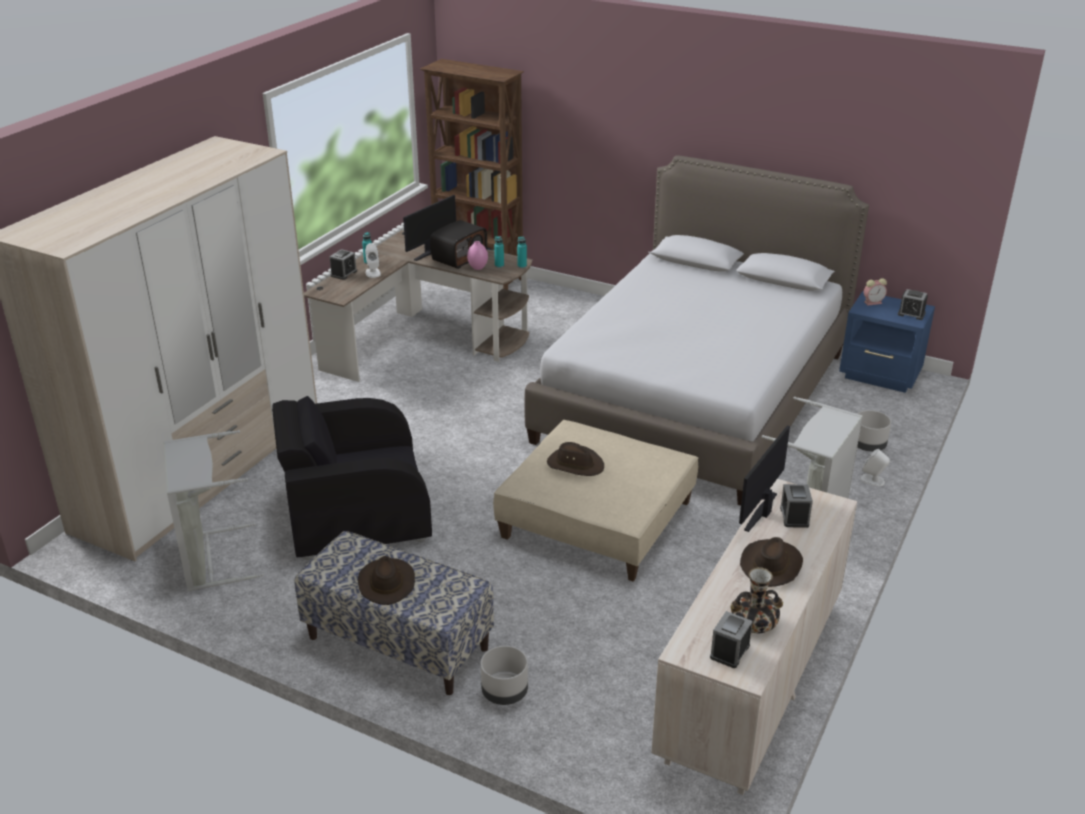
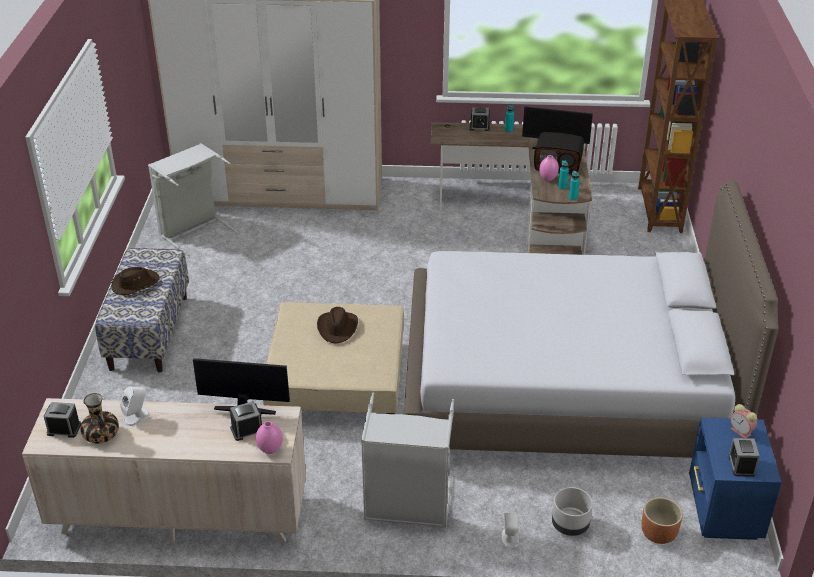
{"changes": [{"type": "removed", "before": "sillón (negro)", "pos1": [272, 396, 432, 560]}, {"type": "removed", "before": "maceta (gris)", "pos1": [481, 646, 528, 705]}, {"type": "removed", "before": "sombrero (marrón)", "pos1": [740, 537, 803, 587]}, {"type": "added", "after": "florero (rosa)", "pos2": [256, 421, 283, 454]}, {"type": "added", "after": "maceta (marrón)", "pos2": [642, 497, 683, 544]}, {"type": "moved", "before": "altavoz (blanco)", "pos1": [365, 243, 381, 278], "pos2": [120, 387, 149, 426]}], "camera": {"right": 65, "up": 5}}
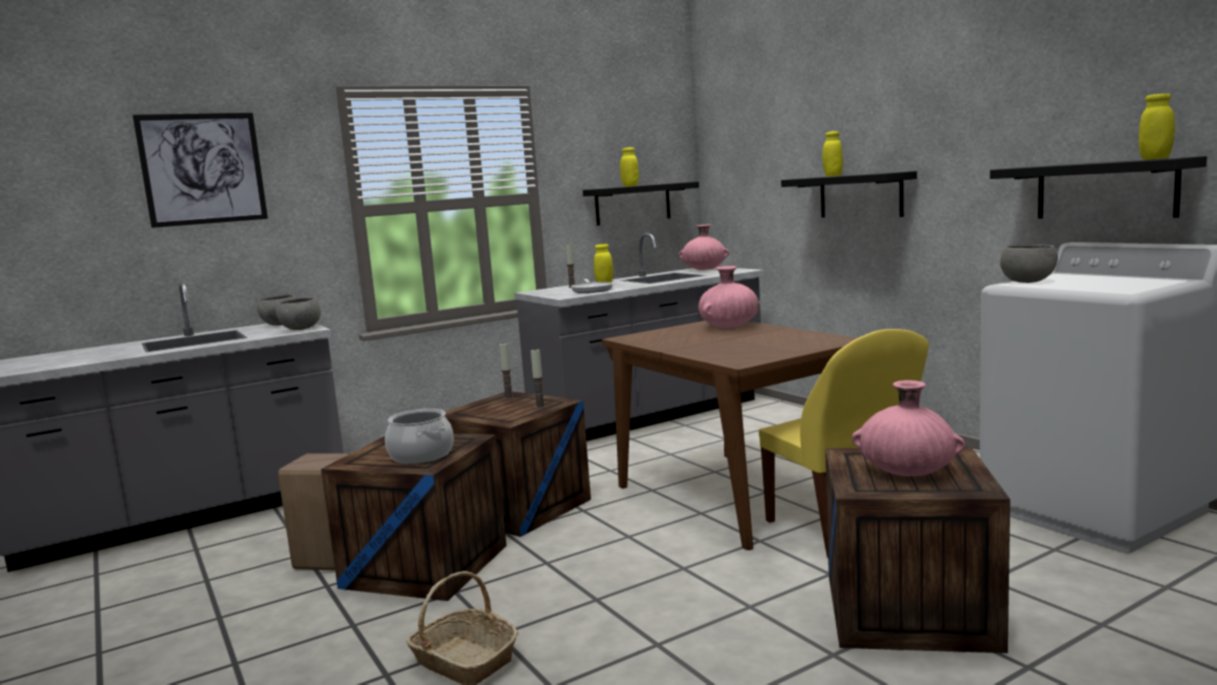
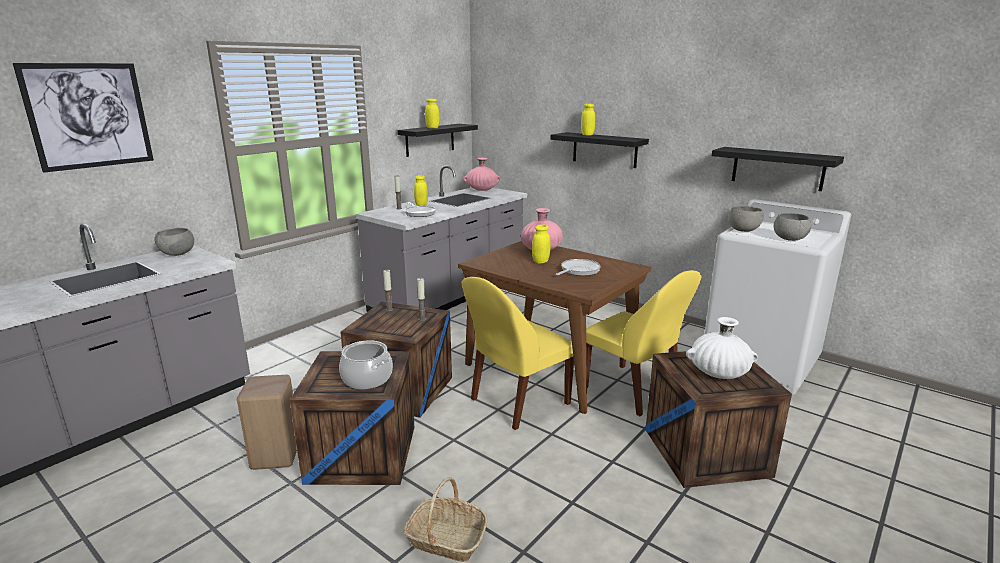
{"changes": [{"type": "added", "after": "silla (amarillo)", "pos2": [461, 277, 574, 430]}, {"type": "added", "after": "sartén", "pos2": [556, 259, 601, 276]}, {"type": "moved", "before": "cuenco (gris)", "pos1": [275, 298, 321, 330], "pos2": [774, 213, 811, 241]}, {"type": "moved", "before": "tarro (amarillo)", "pos1": [1139, 93, 1175, 160], "pos2": [532, 225, 551, 264]}, {"type": "recoloured", "before": "florero (rosa)", "after": "florero (blanco)", "pos1": [852, 380, 966, 476], "pos2": [686, 317, 758, 379]}], "camera": {"right": -20, "up": 10}}
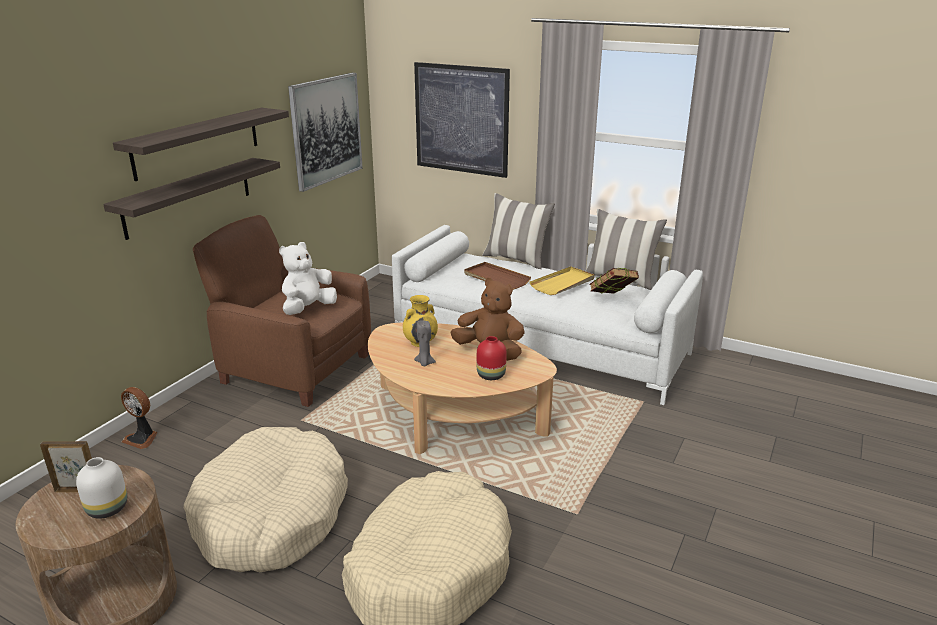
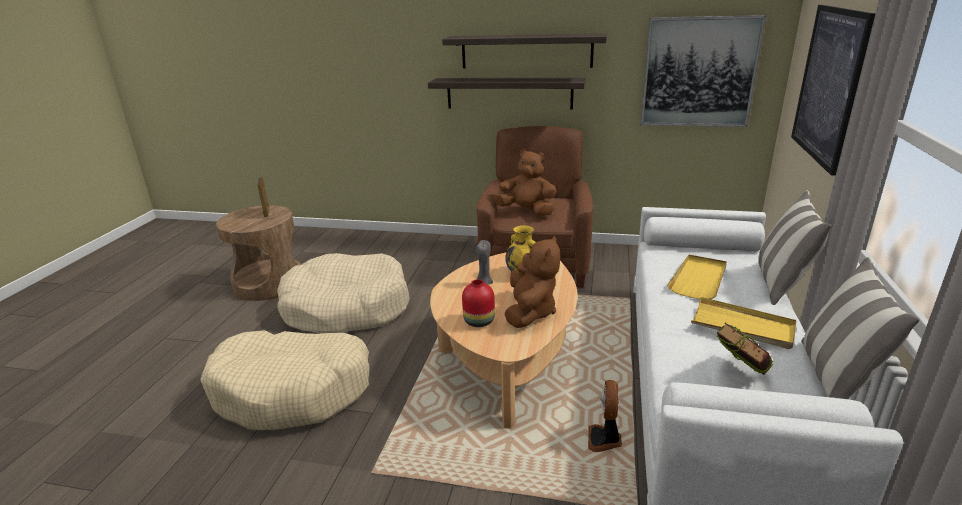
{"changes": [{"type": "removed", "before": "florero (blanco)", "pos1": [76, 457, 127, 519]}, {"type": "moved", "before": "ventilador", "pos1": [121, 387, 157, 449], "pos2": [588, 380, 622, 452]}, {"type": "recoloured", "before": "peluche (blanco)", "after": "peluche (marrón)", "pos1": [279, 242, 337, 315], "pos2": [493, 149, 557, 216]}, {"type": "recoloured", "before": "bandeja (marrón)", "after": "bandeja (amarillo)", "pos1": [464, 262, 531, 290], "pos2": [667, 255, 727, 299]}], "camera": {"right": 75, "up": 0}}
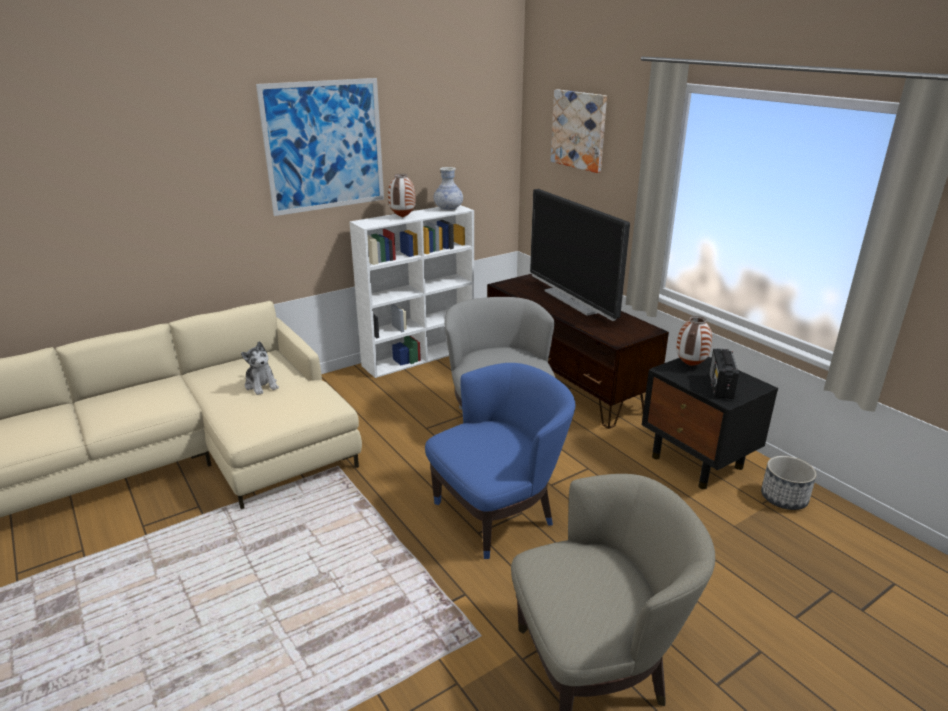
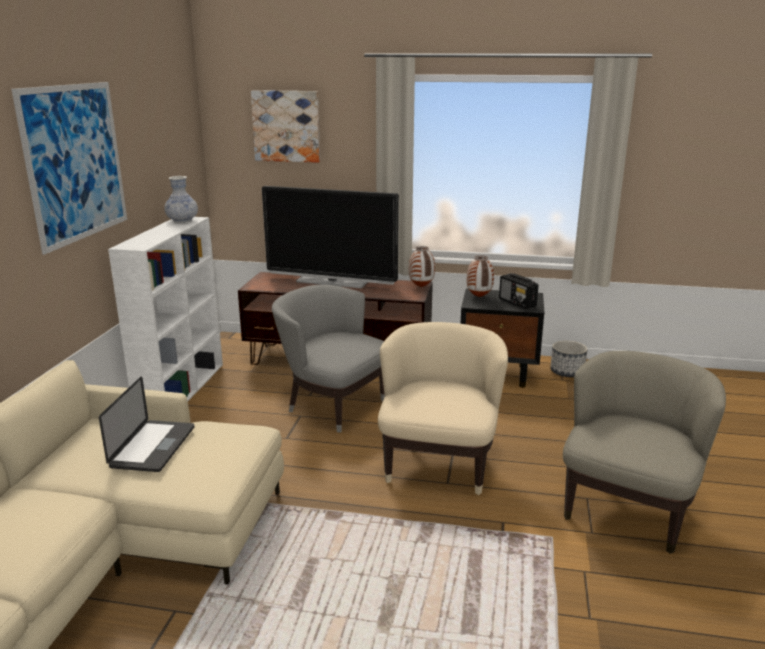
{"changes": [{"type": "moved", "before": "florero", "pos1": [388, 174, 416, 217], "pos2": [409, 246, 435, 287]}, {"type": "replaced", "before": "peluche", "after": "portátil", "pos1": [241, 341, 279, 395], "pos2": [99, 376, 194, 472]}, {"type": "recoloured", "before": "sillón (azul)", "after": "sillón (beis)", "pos1": [425, 363, 575, 559], "pos2": [378, 322, 508, 495]}], "camera": {"right": -45, "up": -5}}
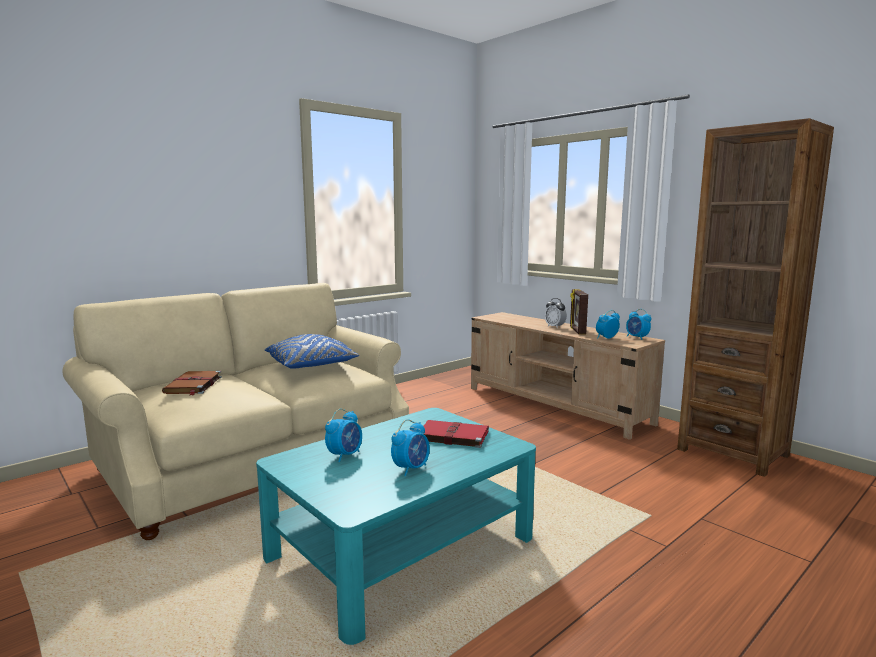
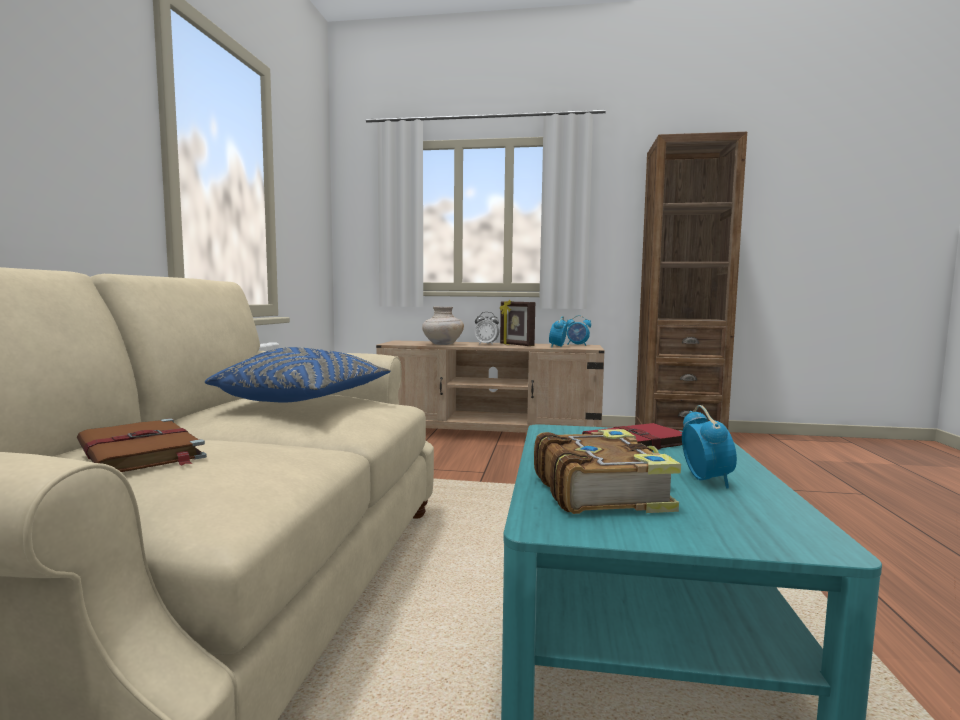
{"changes": [{"type": "added", "after": "florero (beis)", "pos2": [422, 307, 464, 345]}, {"type": "replaced", "before": "despertador", "after": "libro", "pos1": [325, 409, 362, 462], "pos2": [534, 429, 681, 514]}], "camera": {"right": -40, "up": -5}}
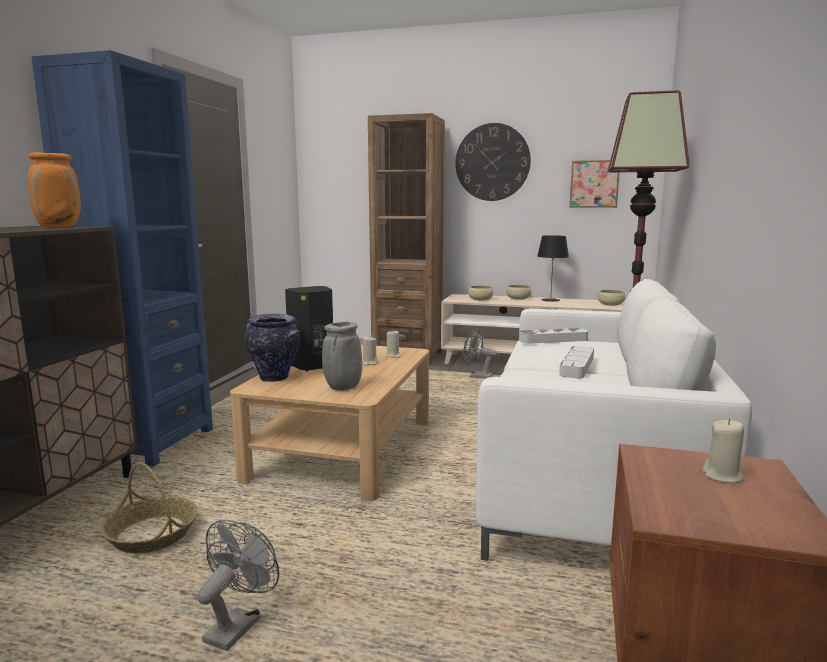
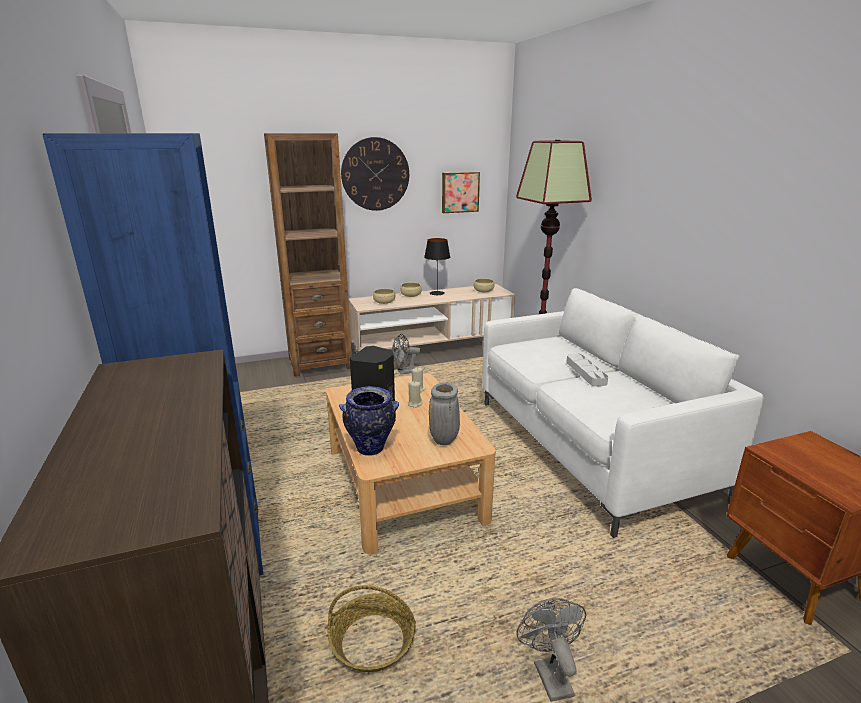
{"changes": [{"type": "removed", "before": "florero (naranja)", "pos1": [28, 152, 81, 227]}, {"type": "removed", "before": "bandeja (gris)", "pos1": [519, 328, 588, 344]}, {"type": "removed", "before": "vela (beis)", "pos1": [703, 419, 744, 483]}], "camera": {"right": -35, "up": 10}}
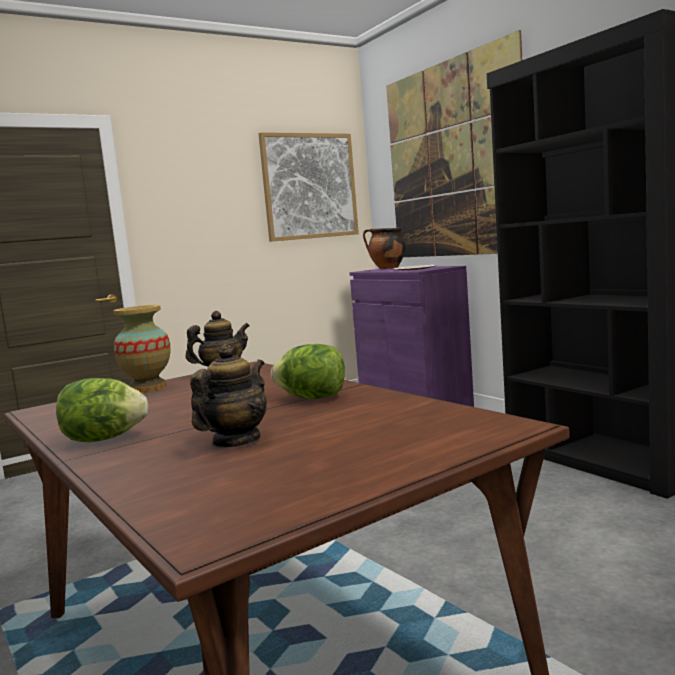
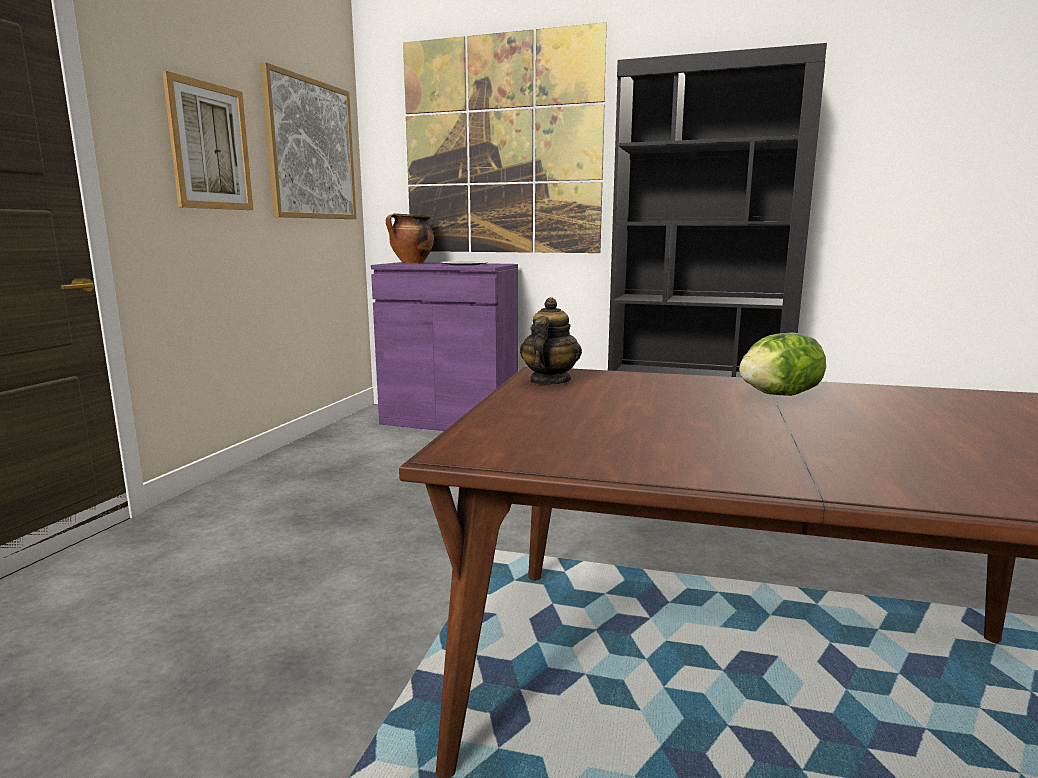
{"changes": [{"type": "removed", "before": "lechuga", "pos1": [56, 378, 148, 442]}, {"type": "removed", "before": "florero", "pos1": [113, 305, 171, 393]}, {"type": "removed", "before": "tetera", "pos1": [190, 344, 267, 448]}, {"type": "added", "after": "cuadro", "pos2": [162, 71, 253, 210]}], "camera": {"right": -40, "up": 5}}
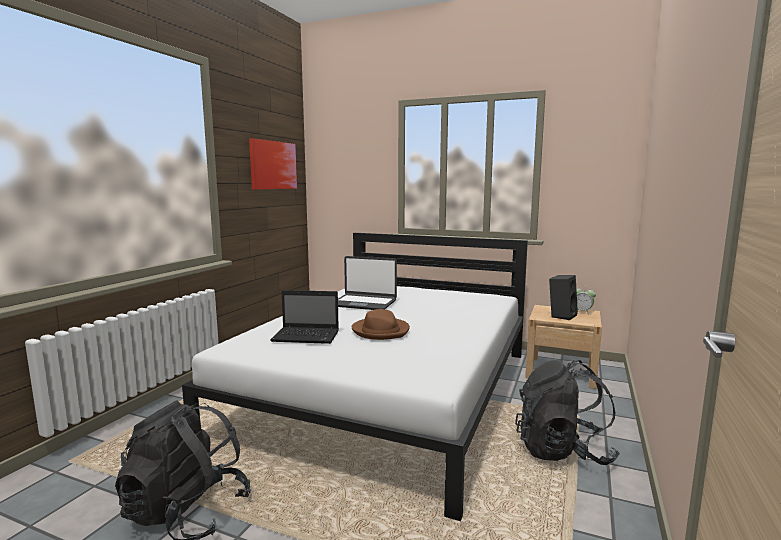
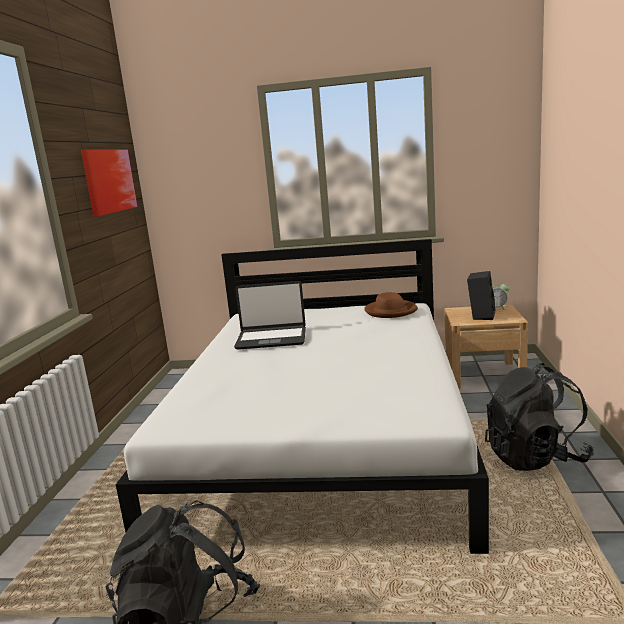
{"changes": [{"type": "removed", "before": "portátil", "pos1": [270, 290, 339, 344]}, {"type": "moved", "before": "sombrero (marrón)", "pos1": [352, 309, 410, 340], "pos2": [364, 292, 418, 318]}], "camera": {"right": -15, "up": 5}}
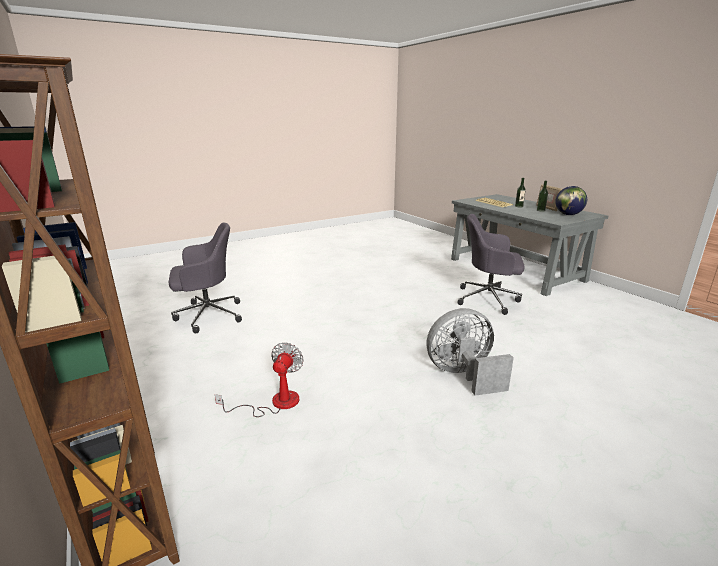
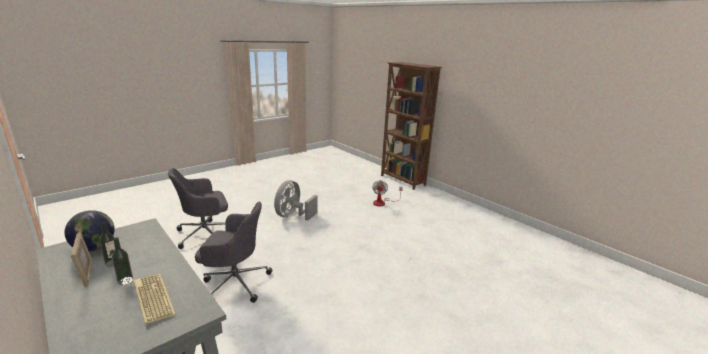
{"changes": [{"type": "moved", "before": "silla de oficina (gris)", "pos1": [168, 223, 242, 333], "pos2": [168, 168, 228, 249]}, {"type": "turned", "before": "ventilador (gris)", "pos1": [426, 308, 514, 396], "pos2": [274, 180, 318, 220], "turn": 135}], "camera": {"right": 170, "up": 0}}
